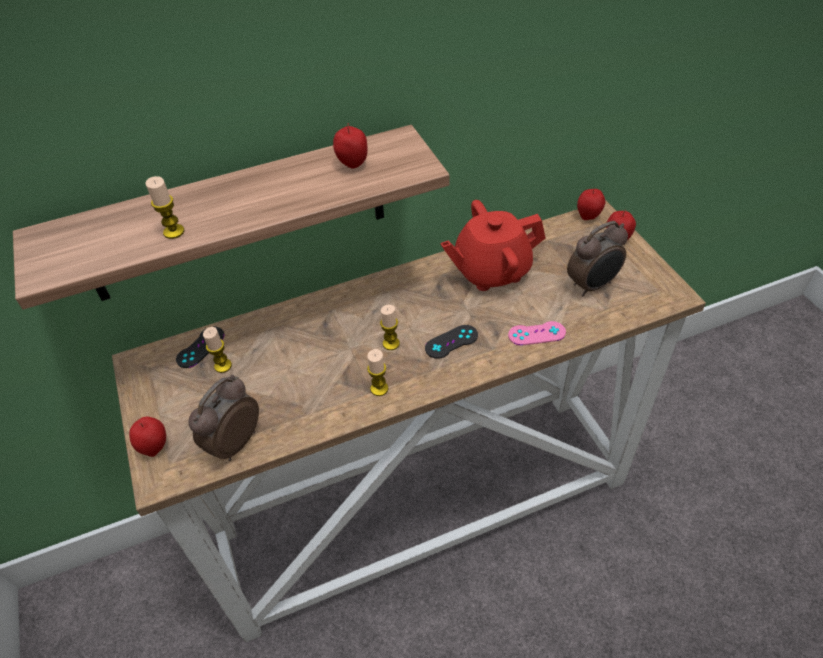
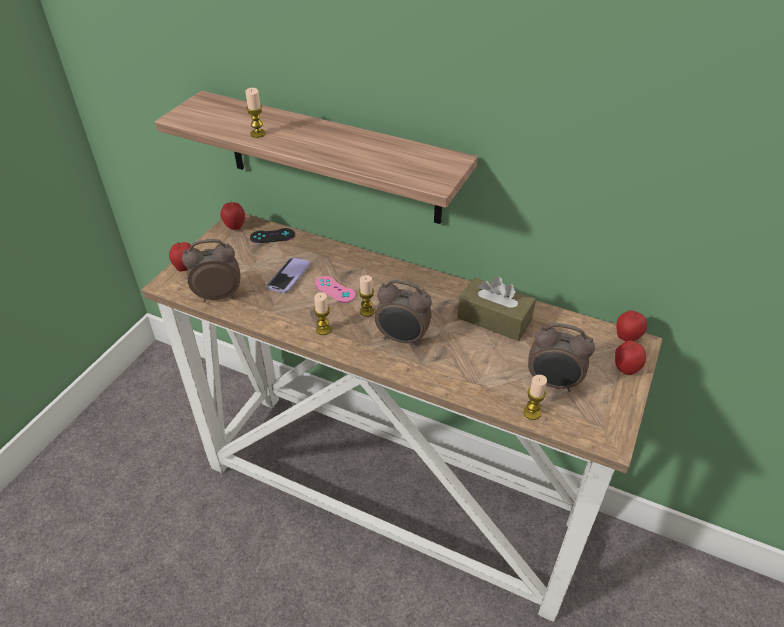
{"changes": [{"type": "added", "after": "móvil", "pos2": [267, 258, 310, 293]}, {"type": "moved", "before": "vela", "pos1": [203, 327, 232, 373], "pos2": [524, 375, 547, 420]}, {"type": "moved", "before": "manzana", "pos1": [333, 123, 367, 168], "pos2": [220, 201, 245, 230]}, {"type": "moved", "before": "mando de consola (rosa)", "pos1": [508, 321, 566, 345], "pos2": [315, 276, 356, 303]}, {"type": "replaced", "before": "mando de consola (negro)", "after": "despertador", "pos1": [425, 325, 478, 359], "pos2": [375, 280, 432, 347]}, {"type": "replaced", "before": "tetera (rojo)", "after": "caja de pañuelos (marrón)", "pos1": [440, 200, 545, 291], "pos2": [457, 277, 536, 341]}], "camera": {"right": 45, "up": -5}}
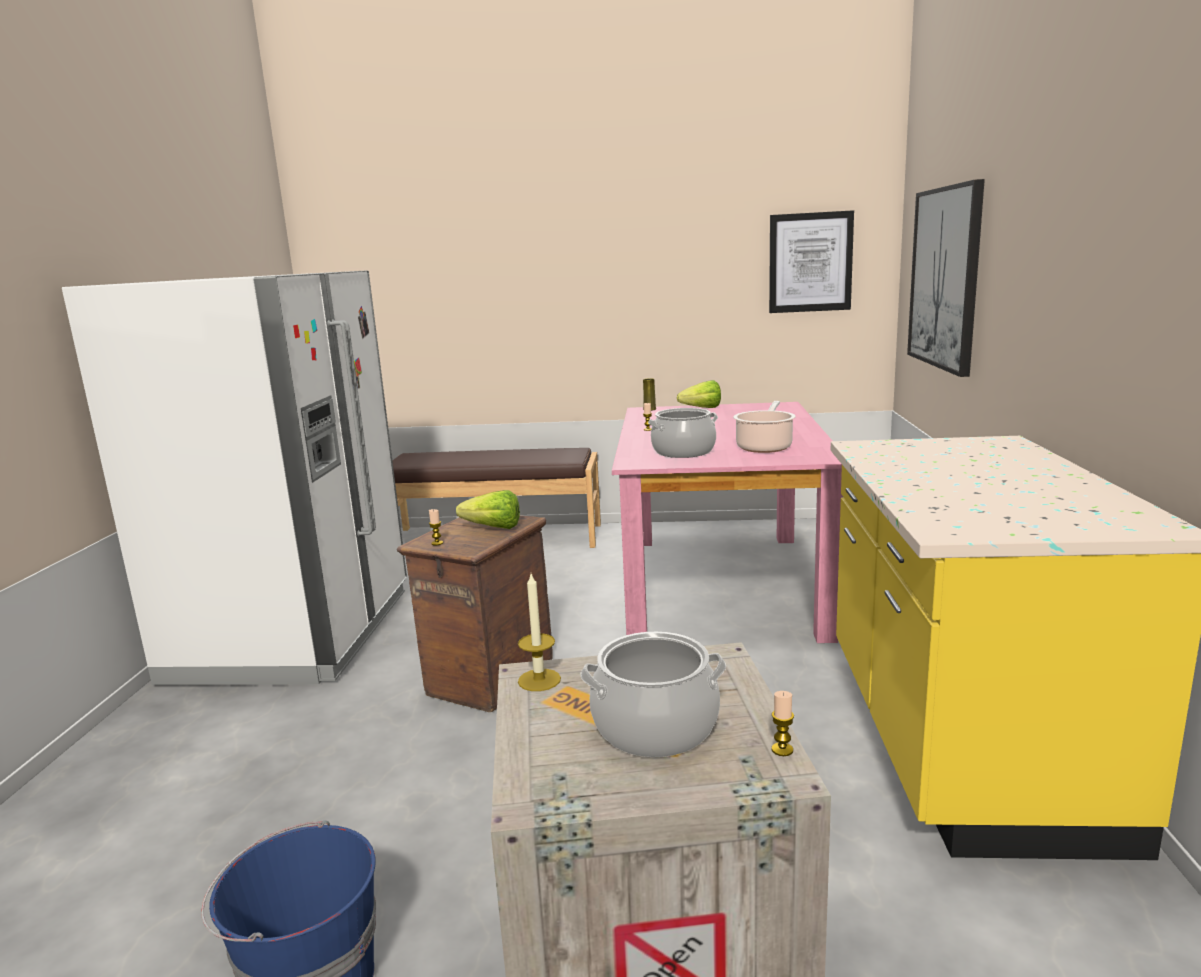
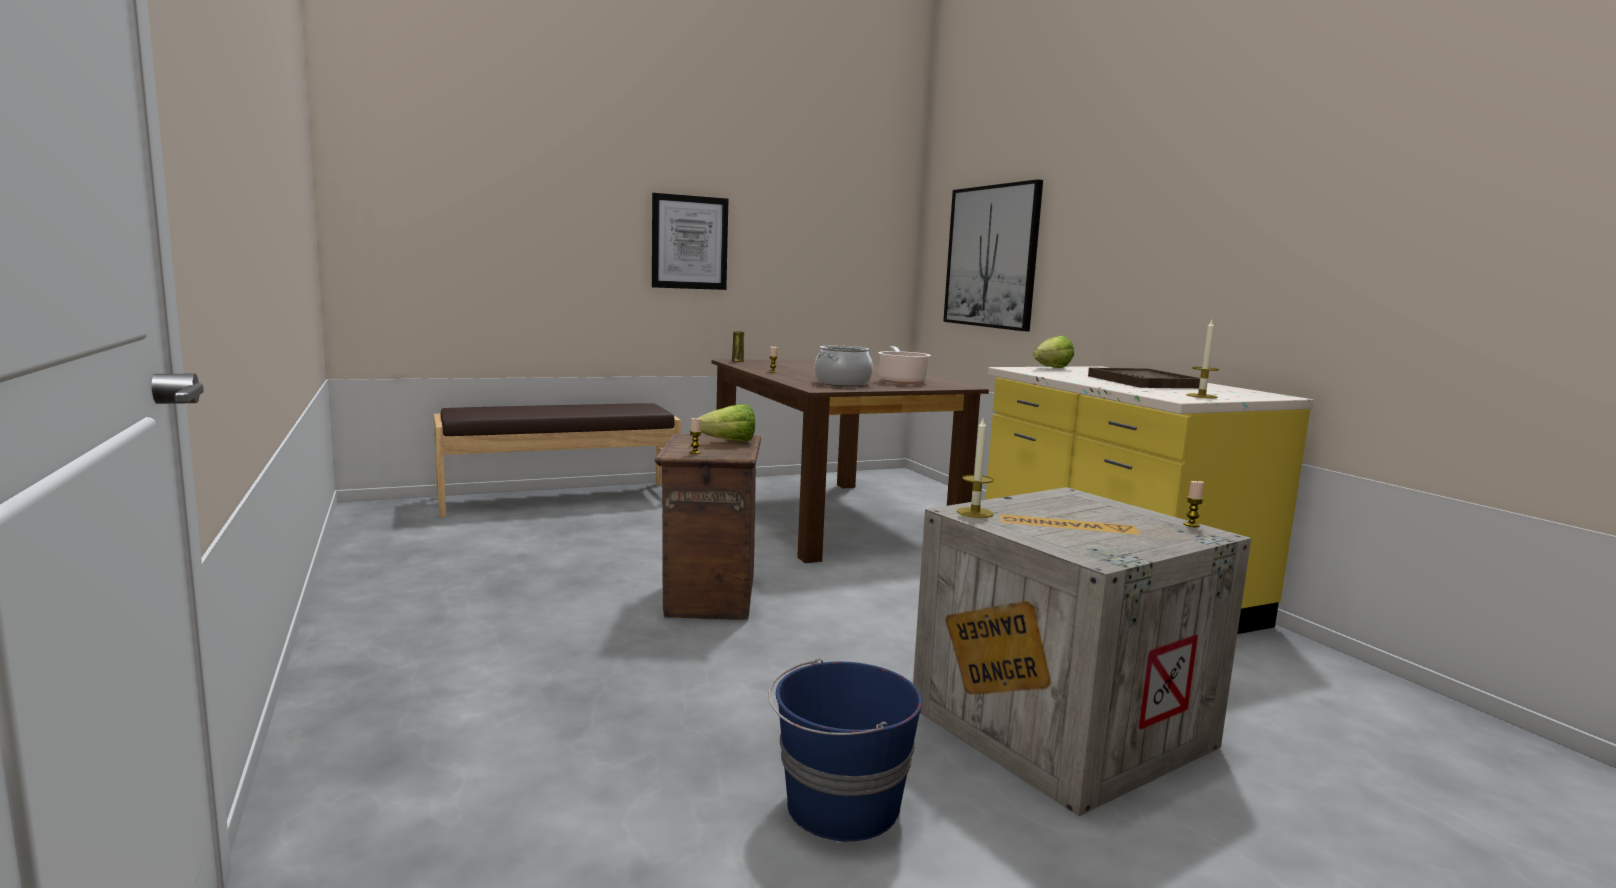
{"changes": [{"type": "removed", "before": "nevera (blanco)", "pos1": [62, 270, 407, 685]}, {"type": "removed", "before": "olla", "pos1": [580, 632, 726, 757]}, {"type": "added", "after": "bandeja (marrón)", "pos2": [1088, 367, 1200, 388]}, {"type": "added", "after": "vela", "pos2": [1187, 320, 1219, 398]}, {"type": "moved", "before": "lechuga", "pos1": [677, 380, 721, 408], "pos2": [1034, 335, 1074, 368]}, {"type": "moved", "before": "cuadro", "pos1": [769, 210, 854, 313], "pos2": [652, 193, 728, 290]}, {"type": "recoloured", "before": "mesa de comedor (rosa)", "after": "mesa de comedor (marrón)", "pos1": [612, 402, 843, 643], "pos2": [711, 360, 989, 563]}], "camera": {"right": -30, "up": -5}}
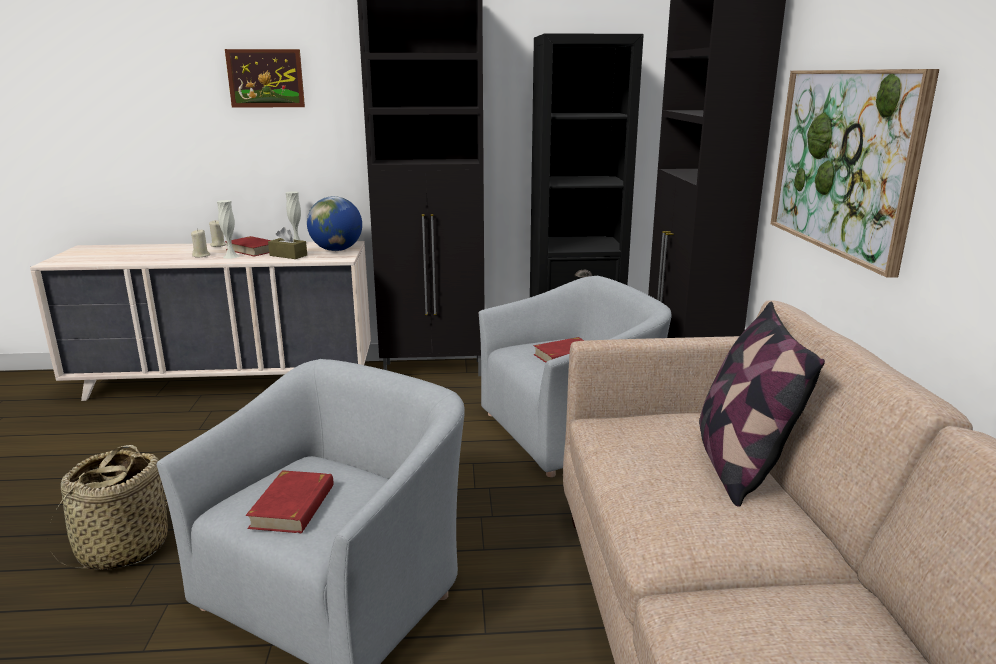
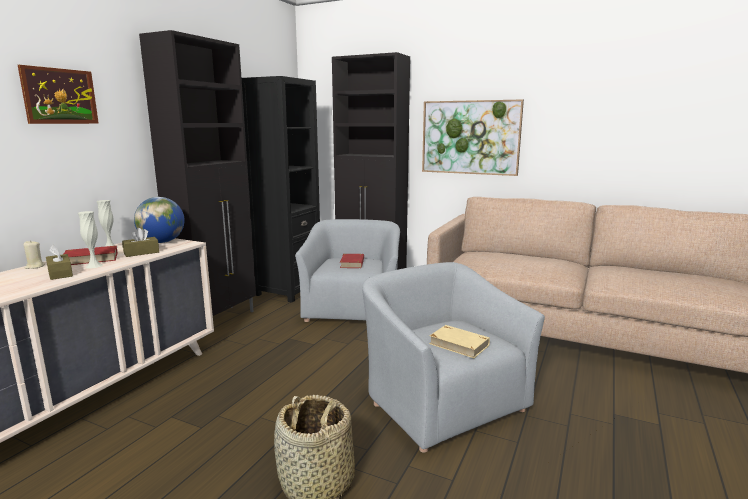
{"changes": [{"type": "removed", "before": "cojín", "pos1": [699, 302, 825, 507]}, {"type": "replaced", "before": "vela (beis)", "after": "caja de pañuelos (marrón)", "pos1": [191, 229, 211, 257], "pos2": [46, 245, 73, 280]}, {"type": "recoloured", "before": "libro (rojo)", "after": "libro (beis)", "pos1": [246, 470, 333, 533], "pos2": [429, 325, 490, 358]}], "camera": {"right": -60, "up": -5}}
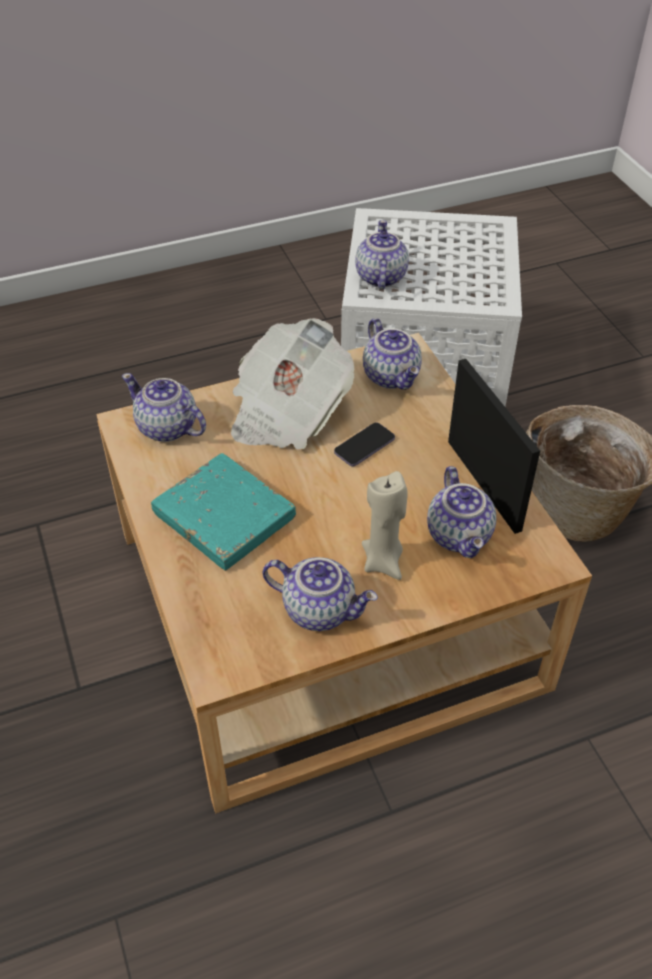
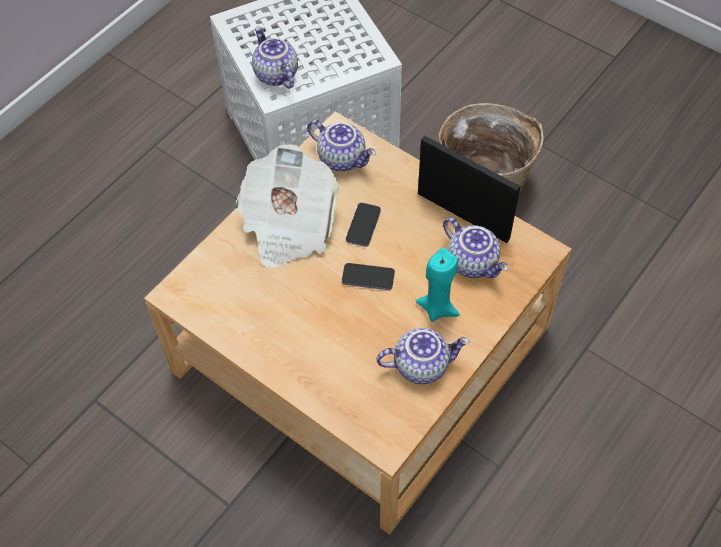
{"changes": [{"type": "removed", "before": "tetera", "pos1": [122, 373, 206, 442]}, {"type": "removed", "before": "libro (turquesa)", "pos1": [151, 453, 296, 571]}, {"type": "added", "after": "móvil", "pos2": [342, 263, 395, 290]}, {"type": "recoloured", "before": "vela (beis)", "after": "vela (turquesa)", "pos1": [362, 471, 407, 580], "pos2": [416, 248, 460, 322]}], "camera": {"right": -30, "up": 10}}
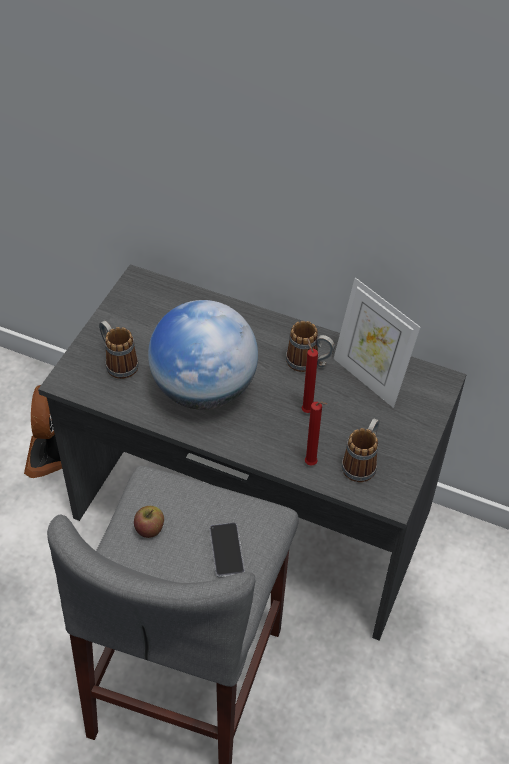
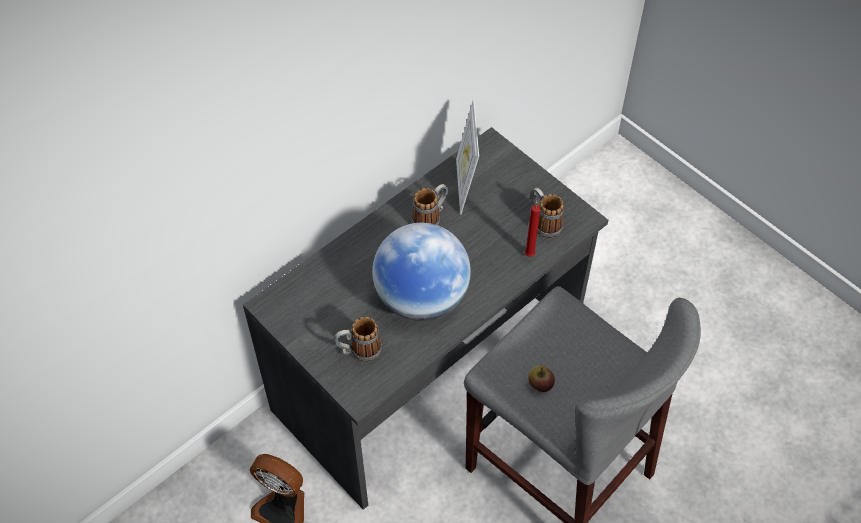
{"changes": [{"type": "removed", "before": "móvil", "pos1": [209, 523, 245, 577]}, {"type": "removed", "before": "vela (rojo)", "pos1": [301, 338, 318, 413]}, {"type": "turned", "before": "portarretratos", "pos1": [334, 277, 421, 408], "pos2": [456, 99, 479, 215], "turn": 105}], "camera": {"right": -65, "up": 5}}
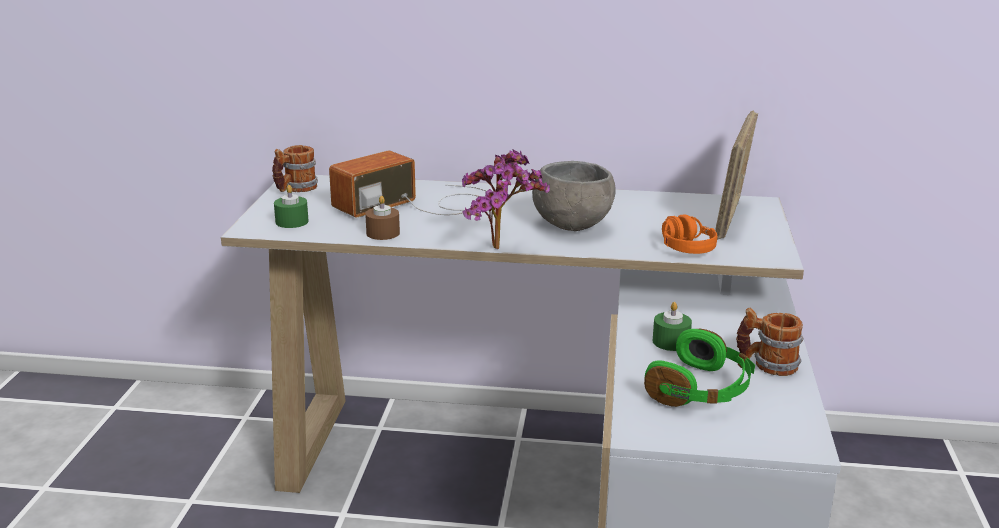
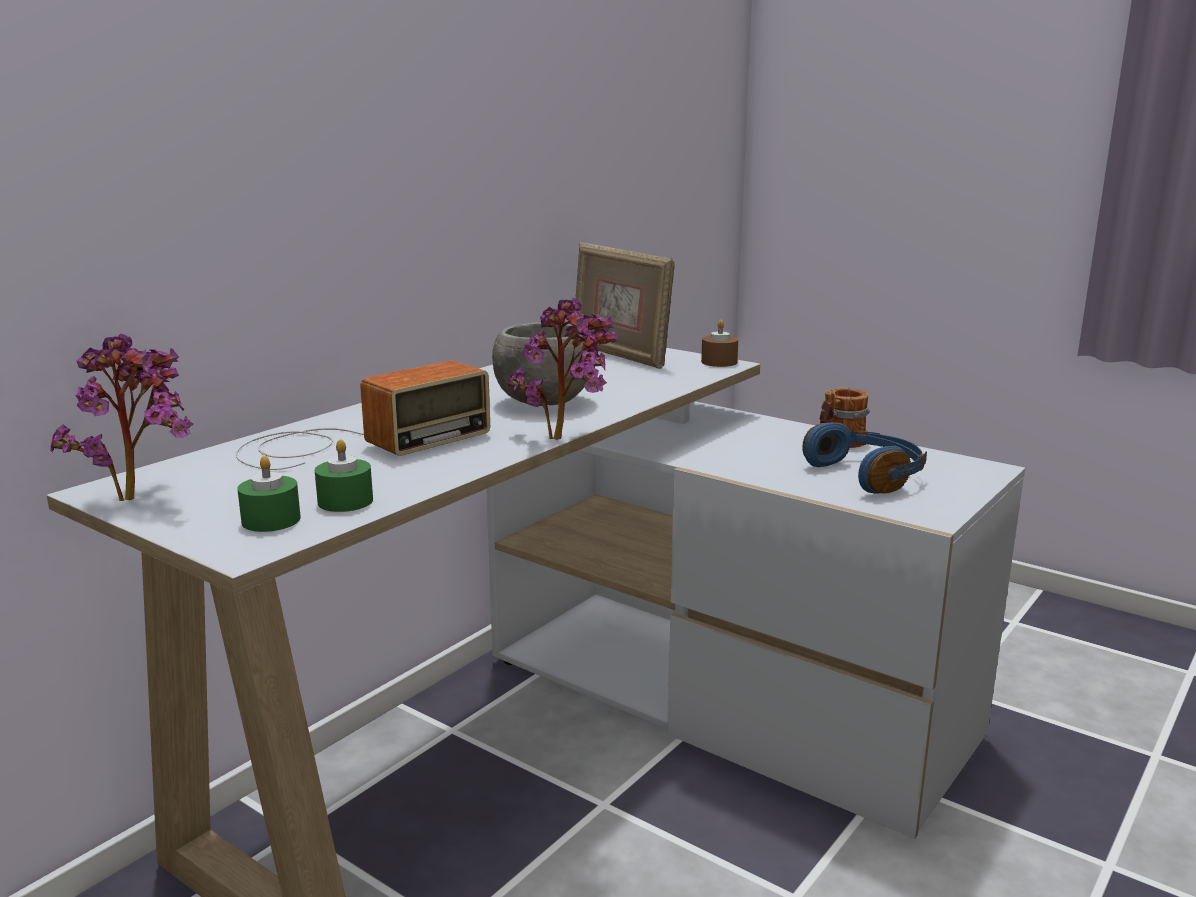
{"changes": [{"type": "removed", "before": "auriculares (naranja)", "pos1": [662, 214, 717, 254]}, {"type": "moved", "before": "vela (marrón)", "pos1": [365, 196, 400, 240], "pos2": [701, 320, 738, 367]}, {"type": "moved", "before": "vela (verde)", "pos1": [653, 302, 692, 351], "pos2": [315, 440, 373, 512]}, {"type": "replaced", "before": "taza grande", "after": "planta en maceta", "pos1": [272, 145, 318, 192], "pos2": [50, 334, 193, 501]}, {"type": "recoloured", "before": "auriculares (verde)", "after": "auriculares (azul)", "pos1": [644, 329, 755, 407], "pos2": [802, 422, 927, 494]}, {"type": "turned", "before": "radio", "pos1": [329, 150, 487, 218], "pos2": [236, 361, 490, 470], "turn": -120}], "camera": {"right": -60, "up": -5}}
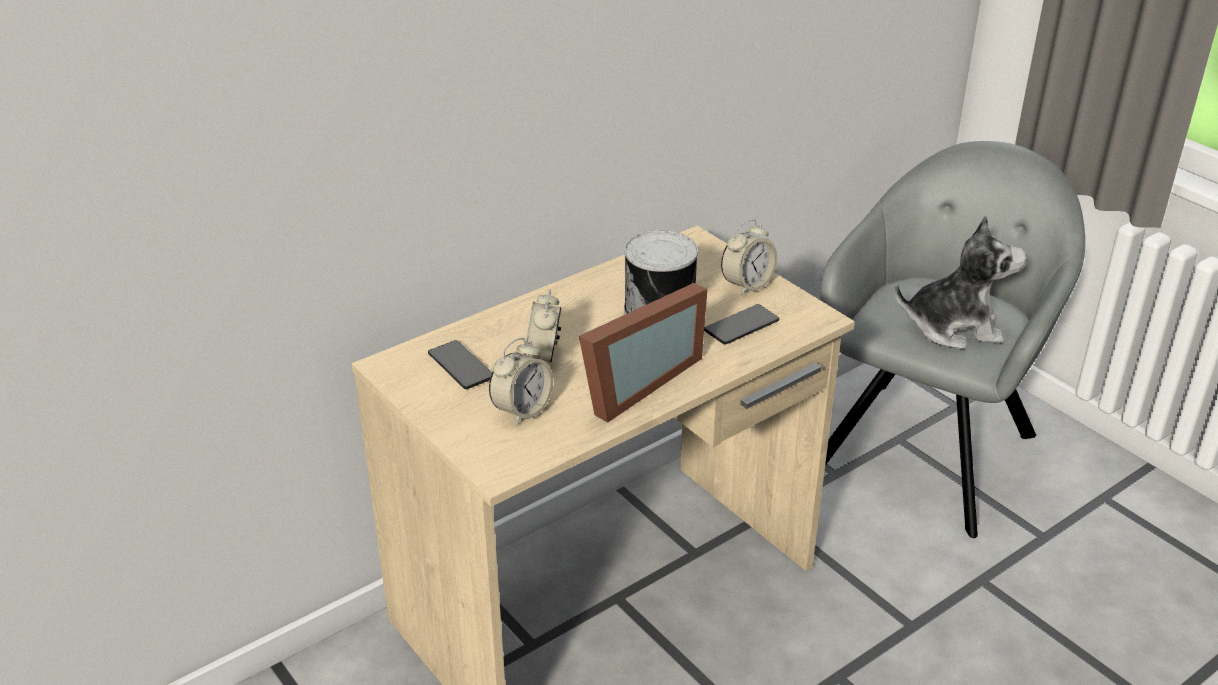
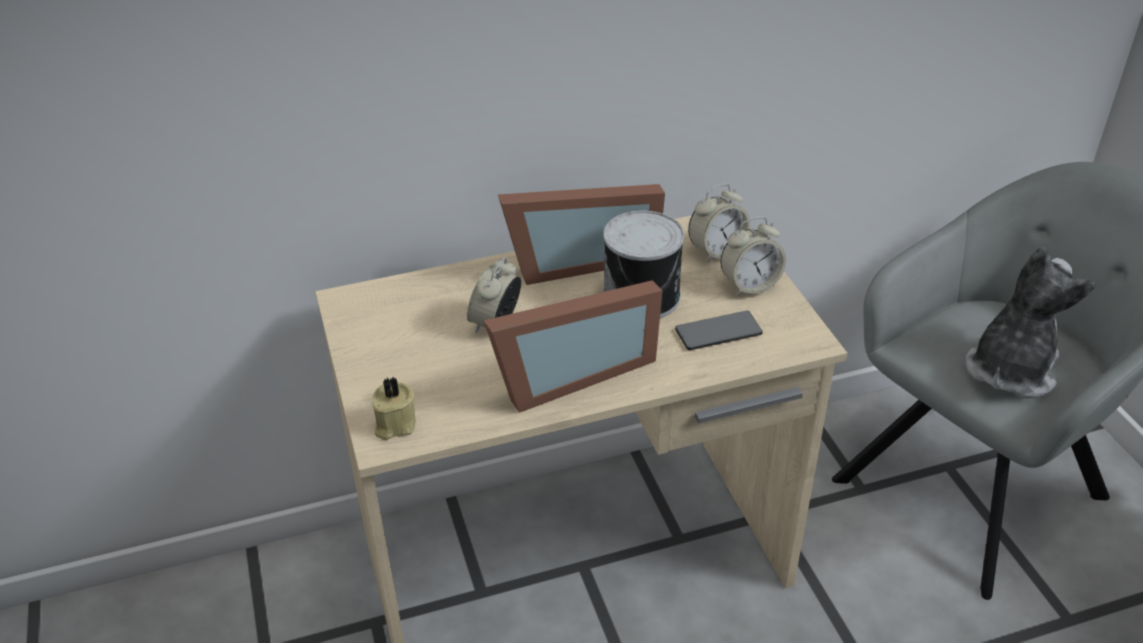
{"changes": [{"type": "removed", "before": "móvil", "pos1": [428, 340, 492, 389]}, {"type": "added", "after": "vela (beis)", "pos2": [372, 376, 416, 440]}, {"type": "added", "after": "portarretratos", "pos2": [498, 184, 665, 285]}, {"type": "moved", "before": "despertador", "pos1": [489, 337, 553, 425], "pos2": [688, 184, 750, 263]}, {"type": "turned", "before": "peluche", "pos1": [895, 216, 1027, 349], "pos2": [966, 247, 1096, 399], "turn": -75}], "camera": {"right": 20, "up": 5}}
